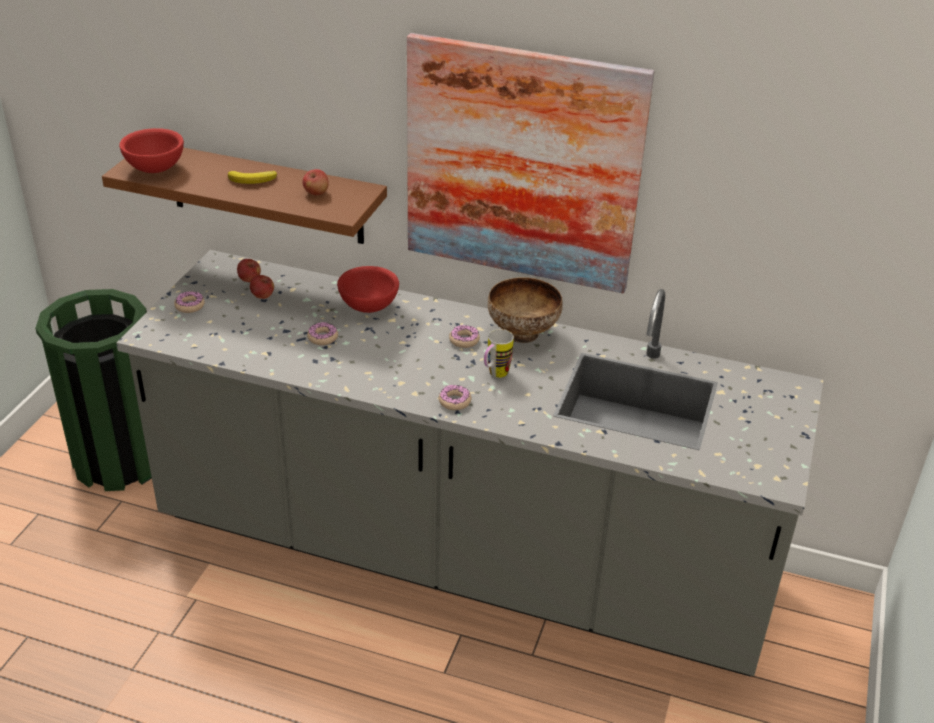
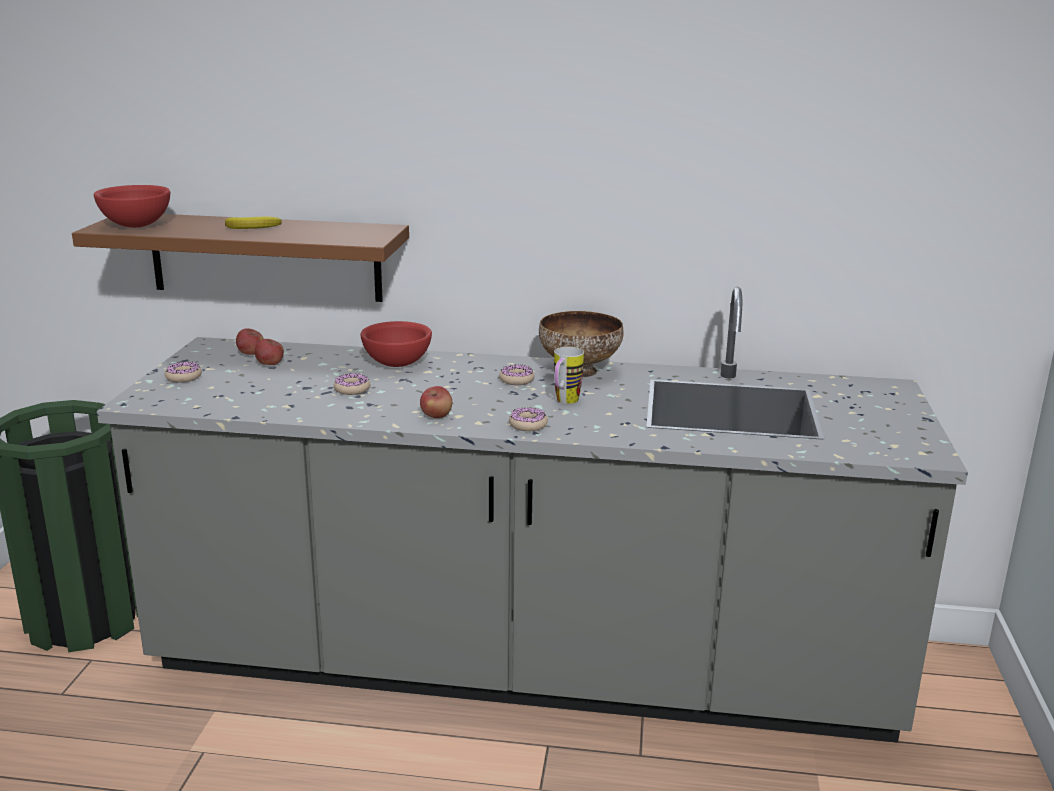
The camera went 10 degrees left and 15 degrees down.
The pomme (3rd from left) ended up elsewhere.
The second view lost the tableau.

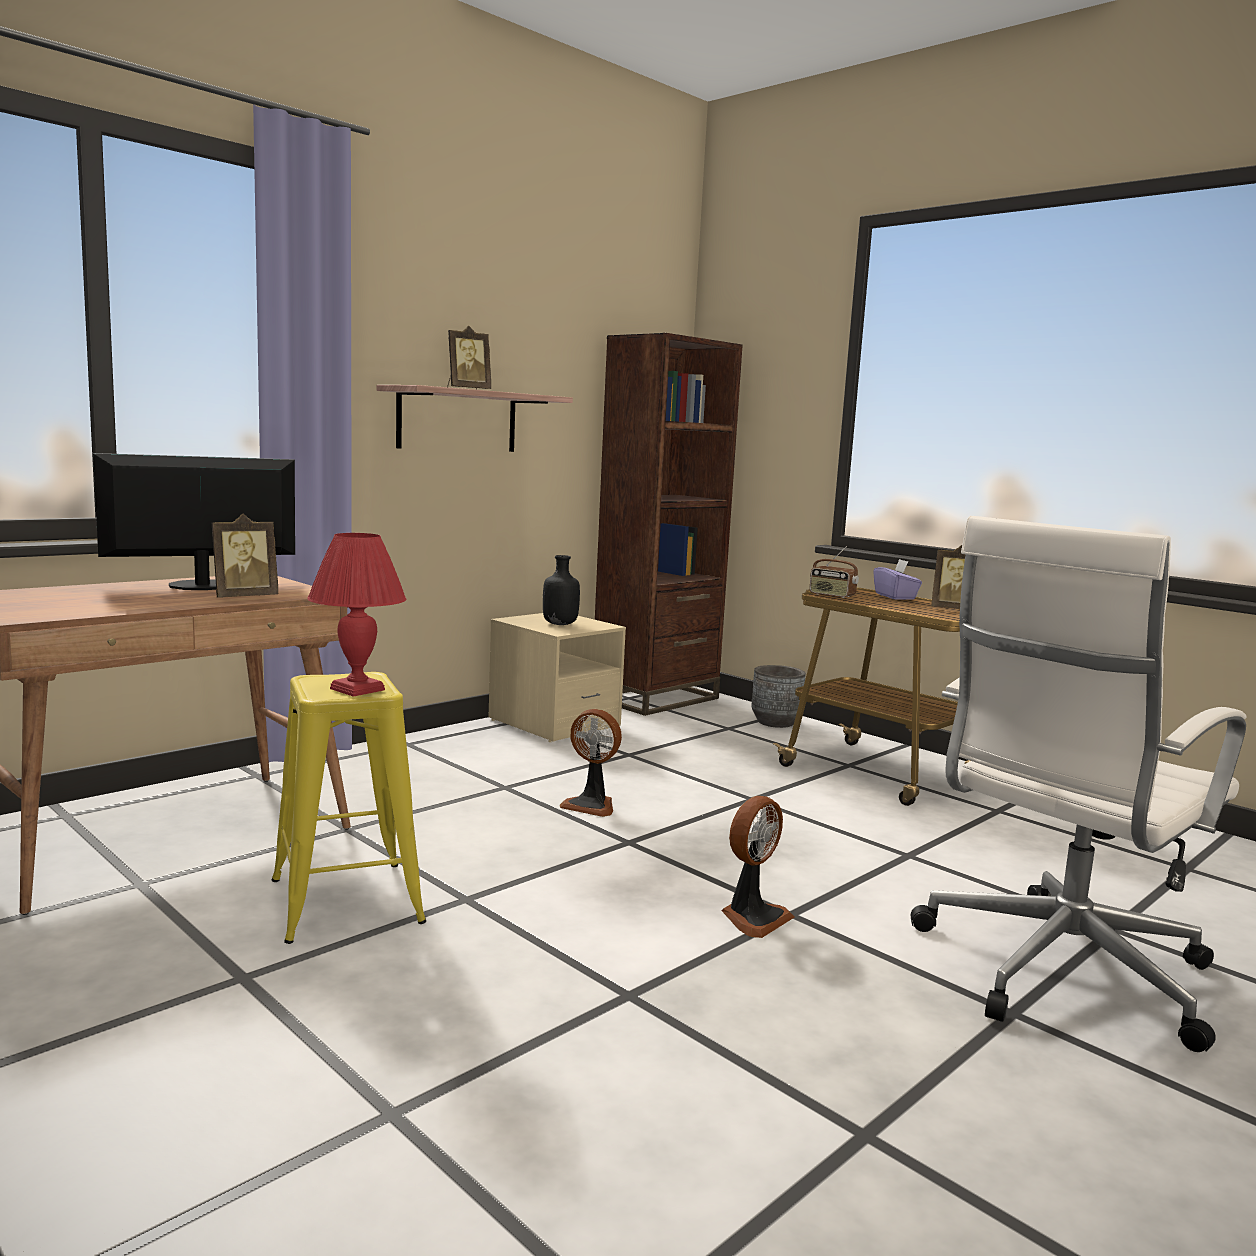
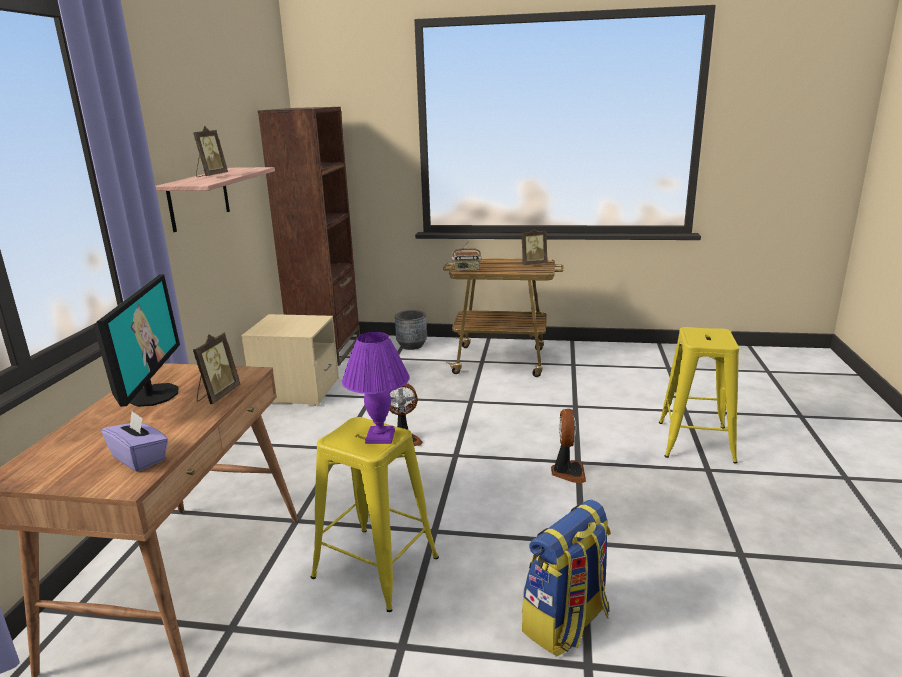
The camera went 35 degrees left and 10 degrees up.
The écran d'ordinateur ended up facing another way, 150 degrees clockwise from before.
The boîte à mouchoirs/violet ended up elsewhere.
What was the lampe de table/rouge turned into the lampe de table/violet.
The second view gained the sac à dos.
Where the chaise de bureau/blanc stood, the tabouret/jaune (2nd from left) came to stand.
The second view lost the bouteille/noir.

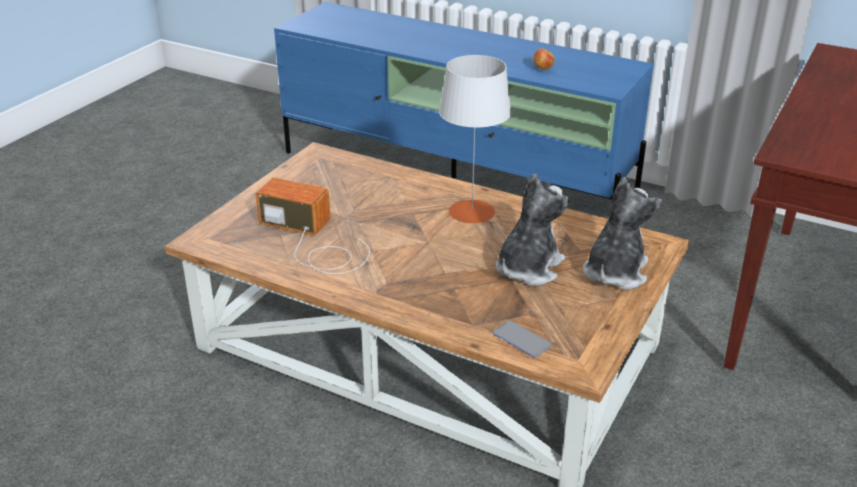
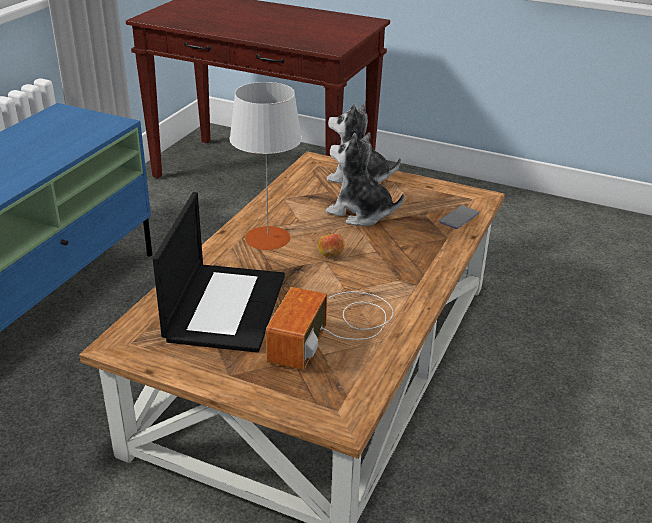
The camera went 95 degrees left and 0 degrees up.
The second view gained the ordinateur portable.
The pomme ended up elsewhere.

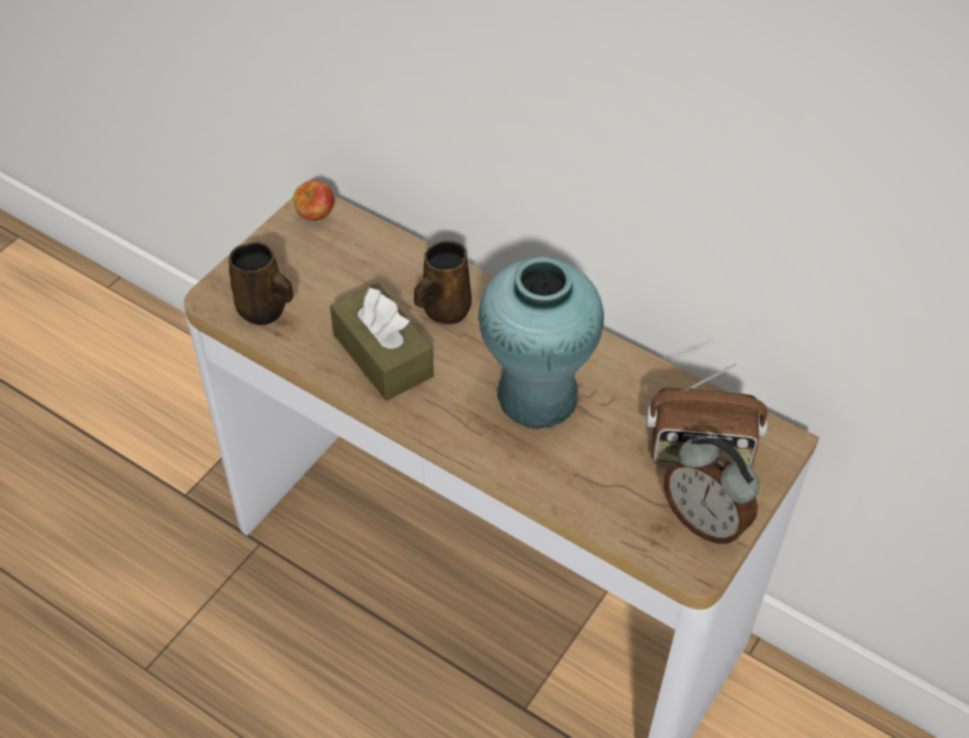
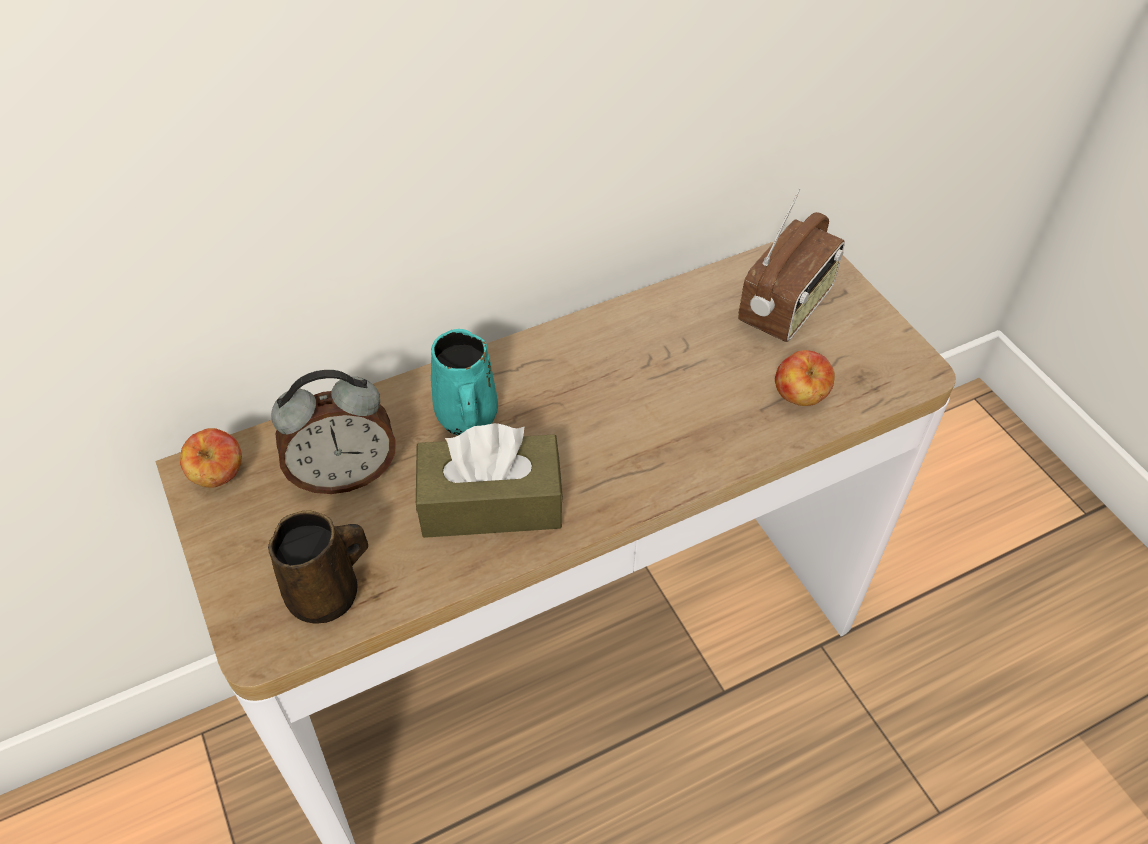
The camera went 60 degrees left and 0 degrees up.
The réveil ended up elsewhere.
What was the mug/marron (2nd from left) turned into the mug/turquoise.
The second view gained the pomme (2nd from left).
The second view lost the vase/turquoise.

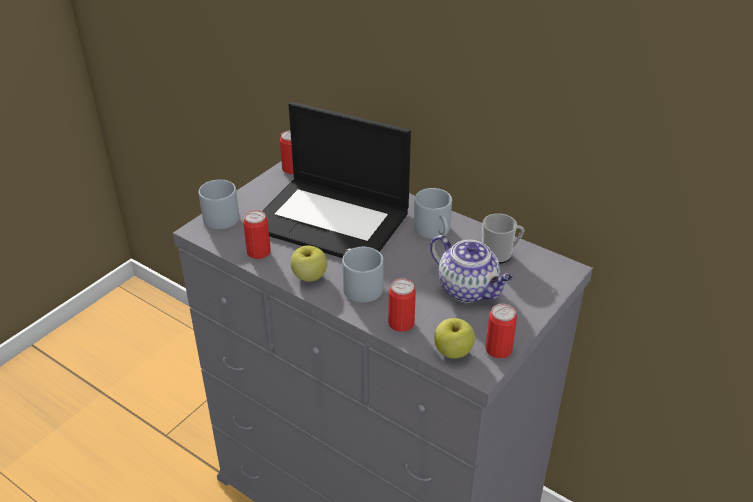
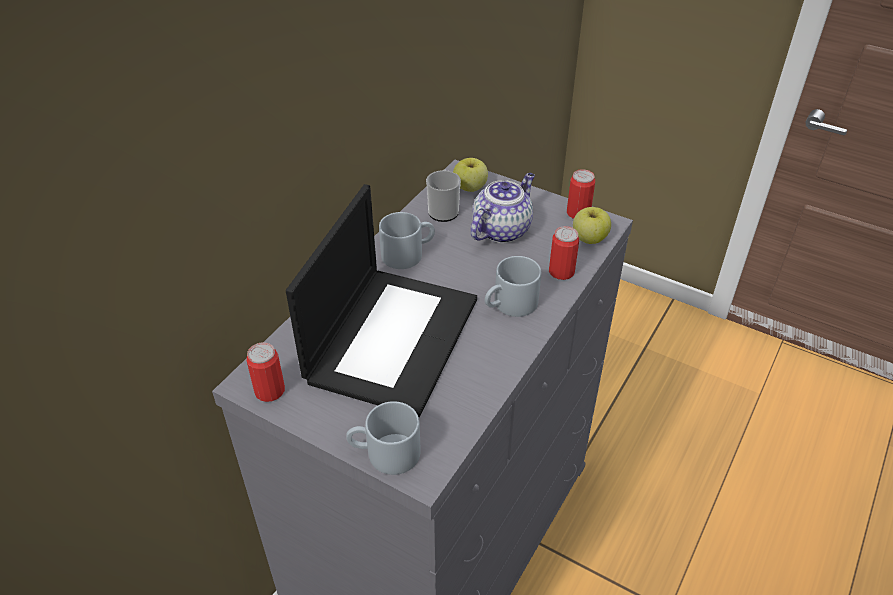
The camera went 95 degrees left and 5 degrees up.
The pomme (1st from left) ended up elsewhere.
The second view lost the boîte métallique (1st from left).

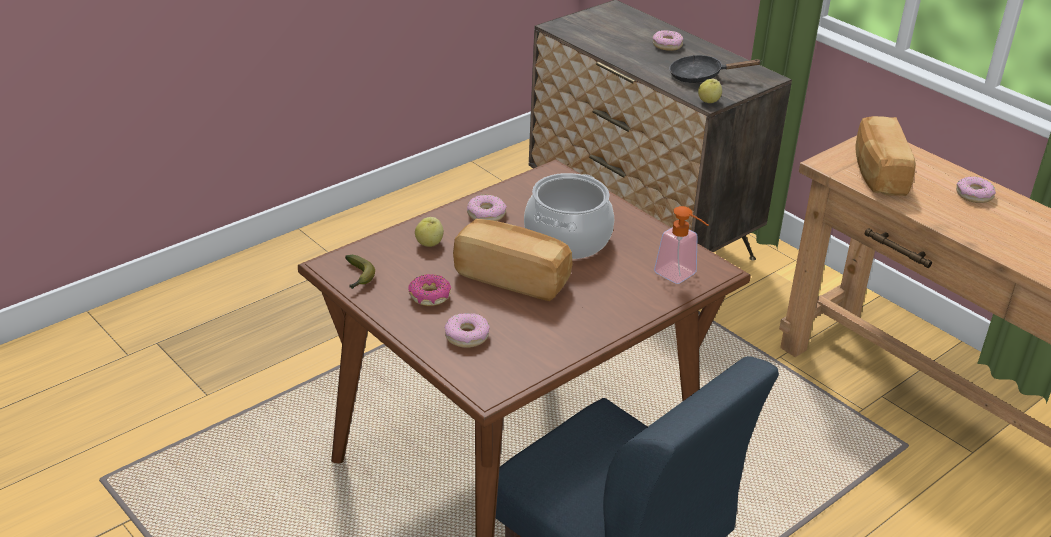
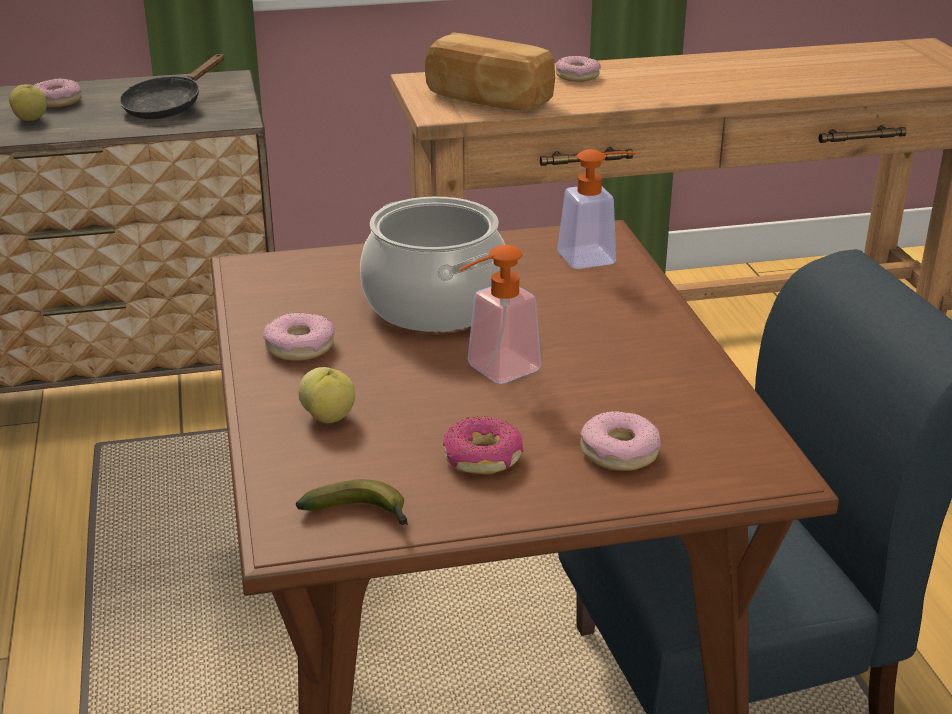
The camera went 60 degrees left and 5 degrees down.
The pomme (2nd from left in the first image) ended up elsewhere.
Where the pain (1st from left) stood, the distributeur de savon (1st from left) came to stand.

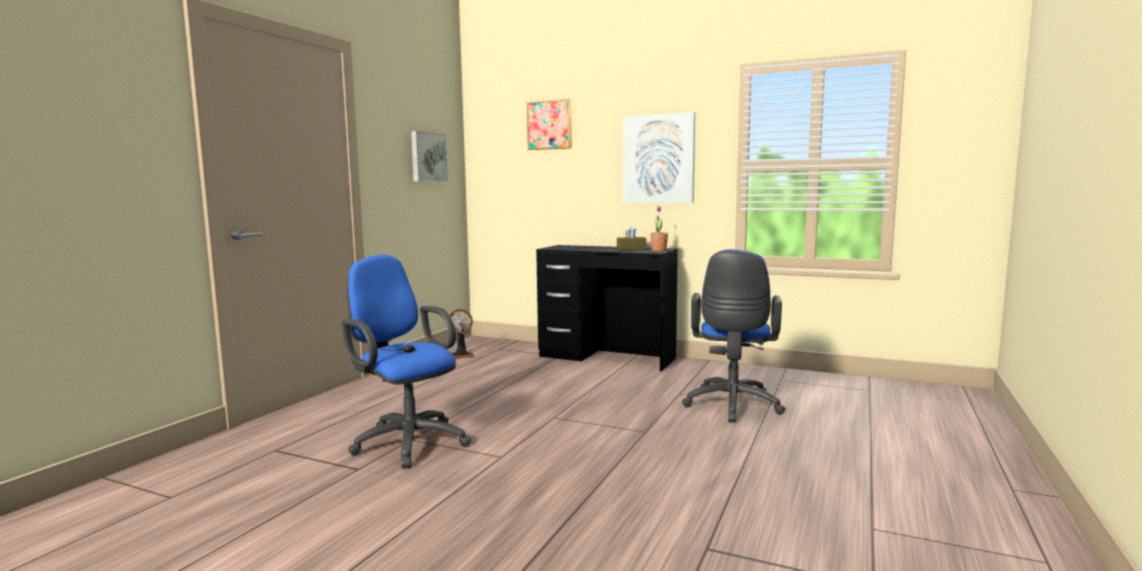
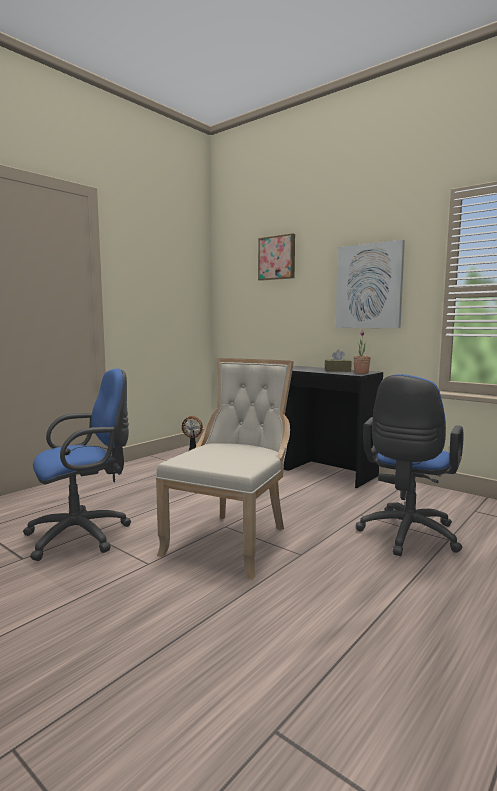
The camera went 15 degrees right and 0 degrees up.
The chaise de bureau/bleu (1st from left) ended up facing another way, 90 degrees clockwise from before.
The second view gained the chaise/beige.
The second view lost the tableau (1st from left).

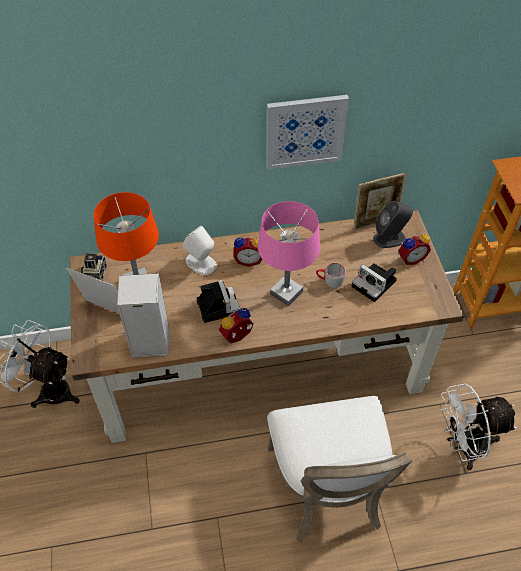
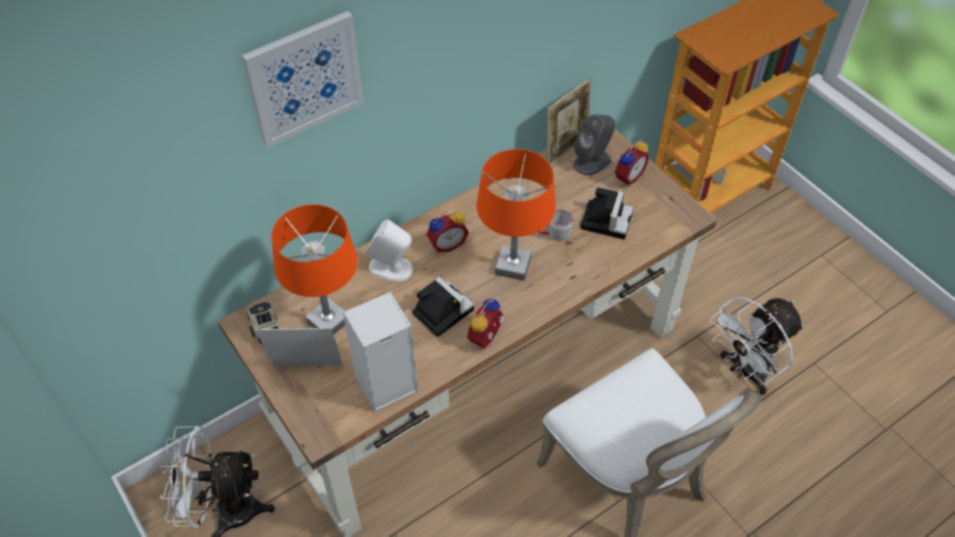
The camera went 25 degrees left and 0 degrees up.
The tableau ended up elsewhere.
What was the lampe de table/rose turned into the lampe de table/orange (2nd from left).
The appareil photo (3rd from left) ended up facing another way, 90 degrees counterclockwise from before.

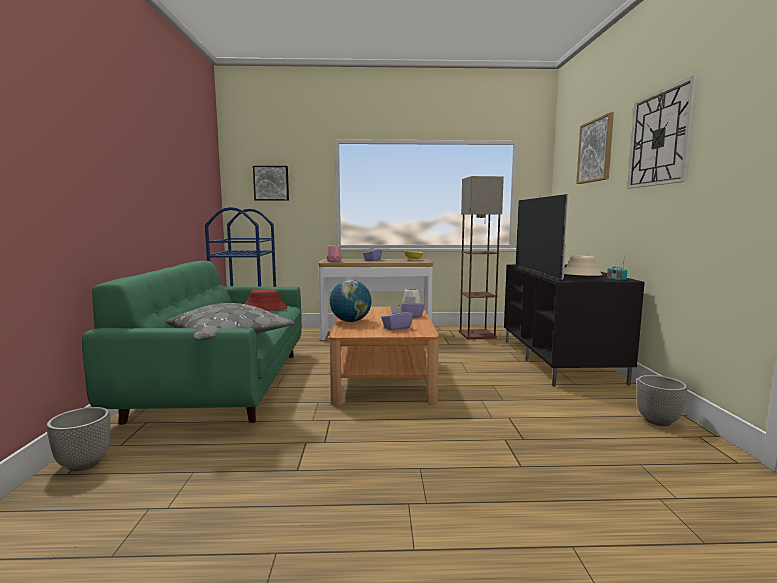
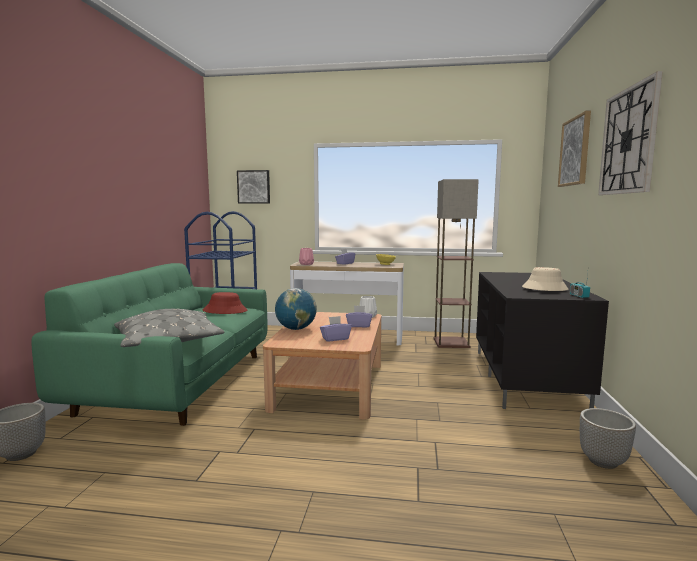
The camera went 10 degrees right and 0 degrees up.
The second view lost the téléviseur.

